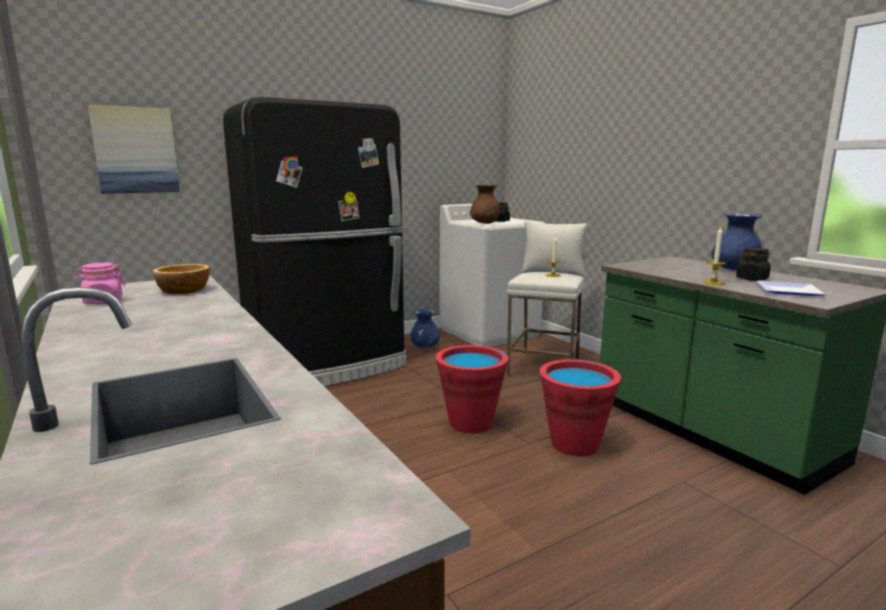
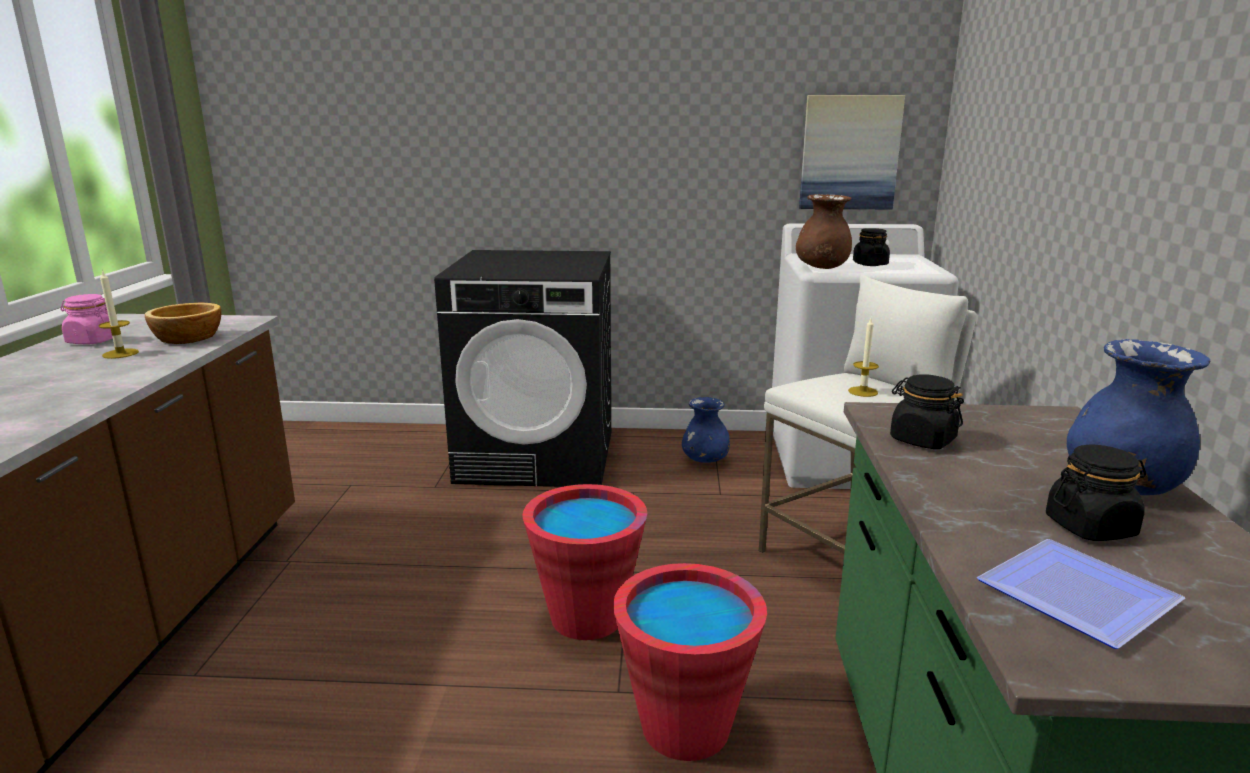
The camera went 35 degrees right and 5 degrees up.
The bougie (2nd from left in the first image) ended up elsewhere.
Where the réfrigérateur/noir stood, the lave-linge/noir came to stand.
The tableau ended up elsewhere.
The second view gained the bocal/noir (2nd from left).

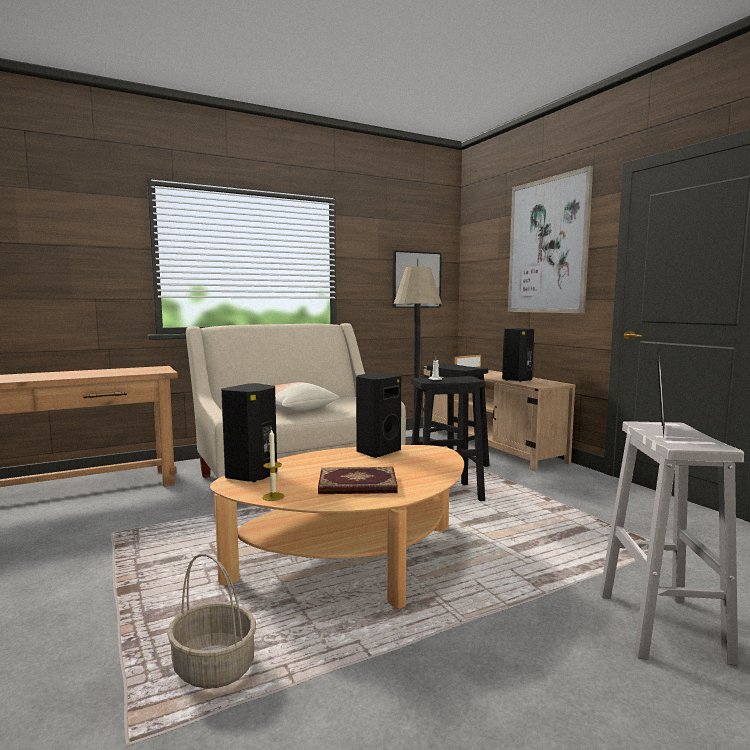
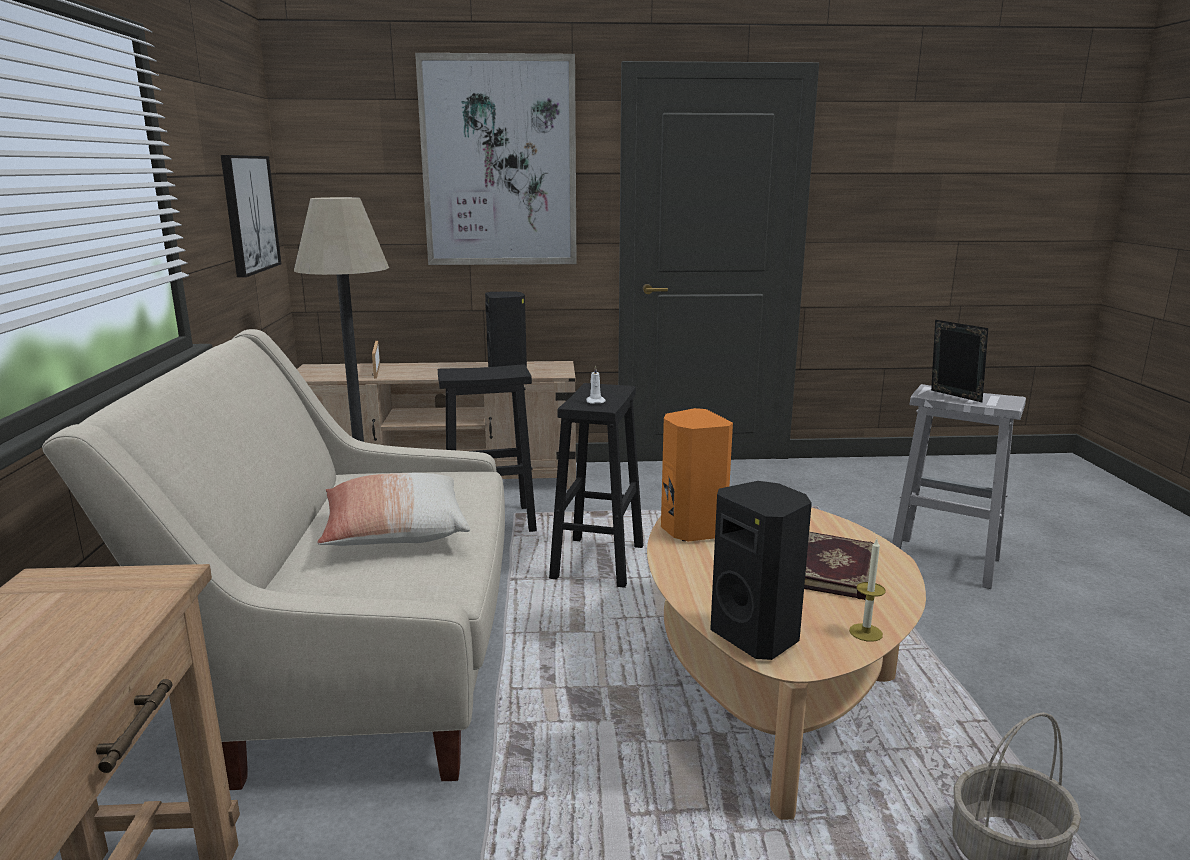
The camera went 65 degrees left and 10 degrees up.
What was the enceinte/noir (2nd from left) turned into the enceinte/orange.

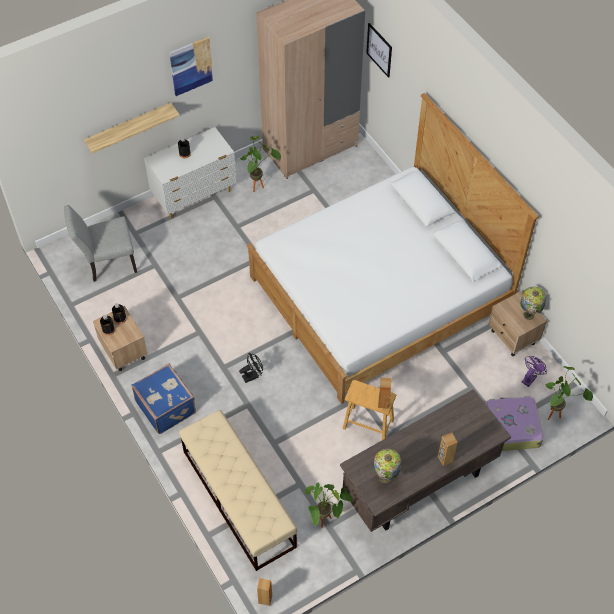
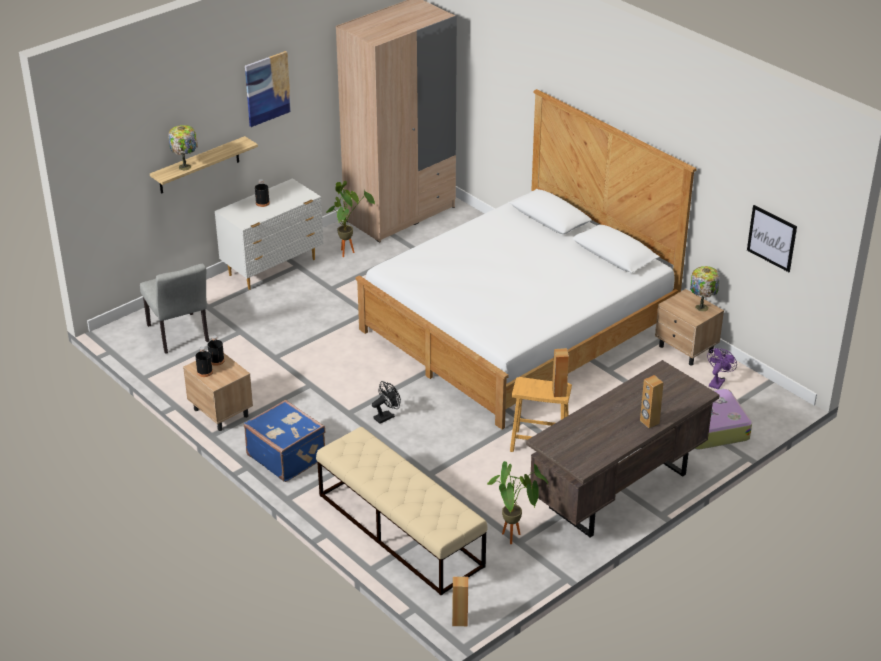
The camera went 10 degrees left and 20 degrees down.
The chaise/gris ended up facing another way, 90 degrees counterclockwise from before.
The lampe de table (1st from left) ended up elsewhere.
The tableau (2nd from left) ended up elsewhere.
The second view lost the plante en pot (3rd from left).

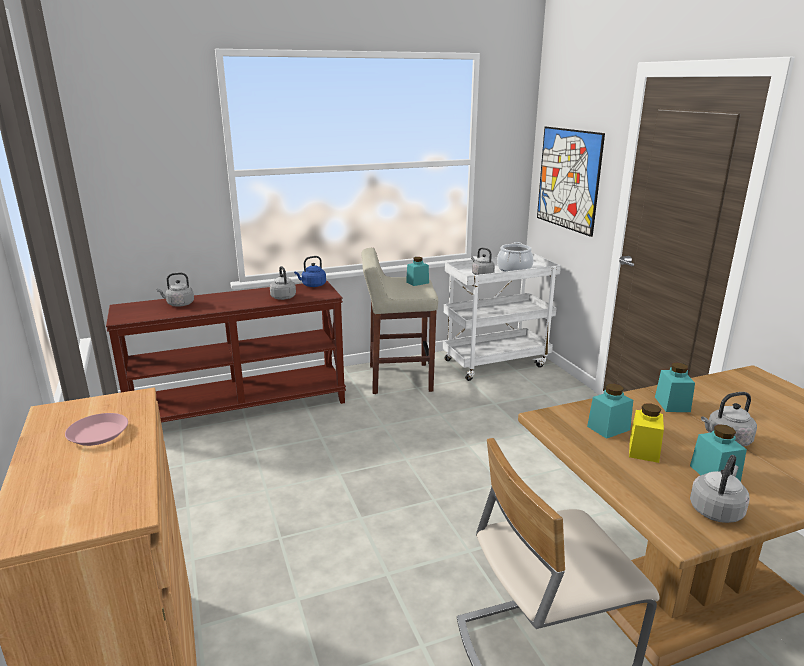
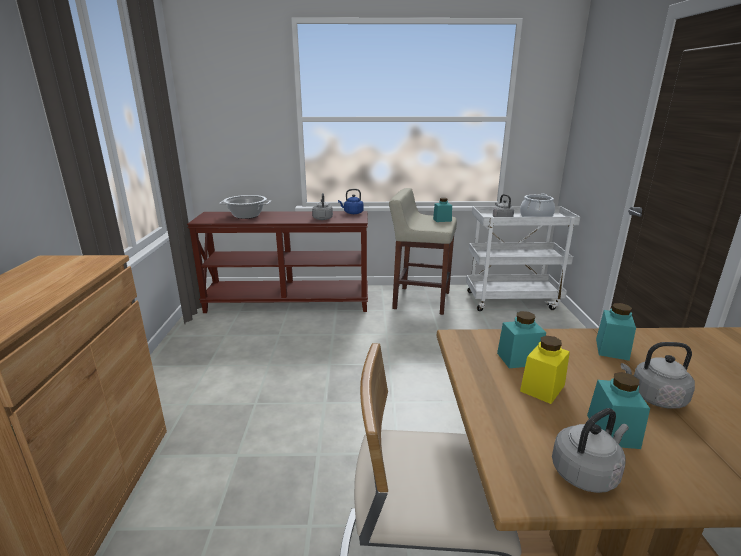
The camera went 20 degrees right and 0 degrees up.
Where the bouilloire/gris (1st from left) stood, the marmite (1st from left) came to stand.
The second view lost the assiette/rose.
The second view lost the tableau.

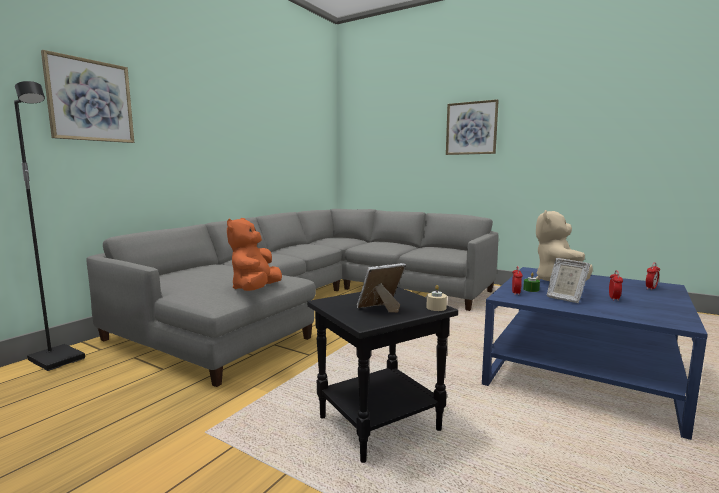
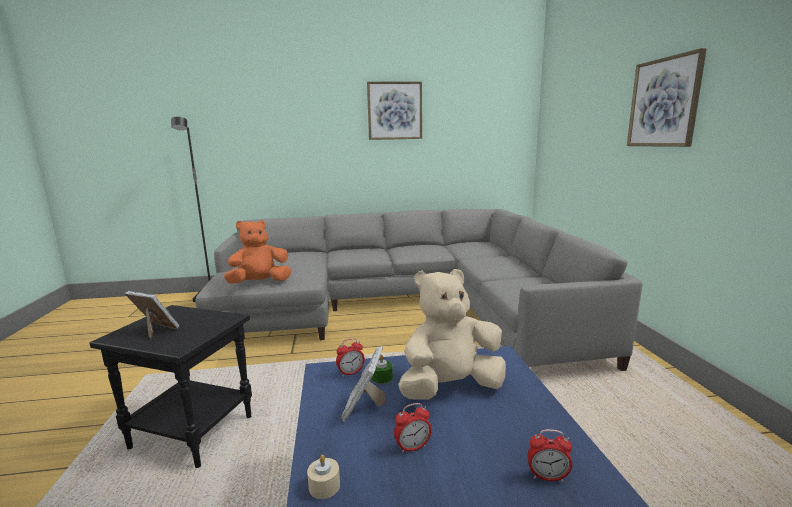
The camera went 50 degrees right and 5 degrees up.
The bougie/beige ended up elsewhere.
The tableau (1st from left) ended up elsewhere.

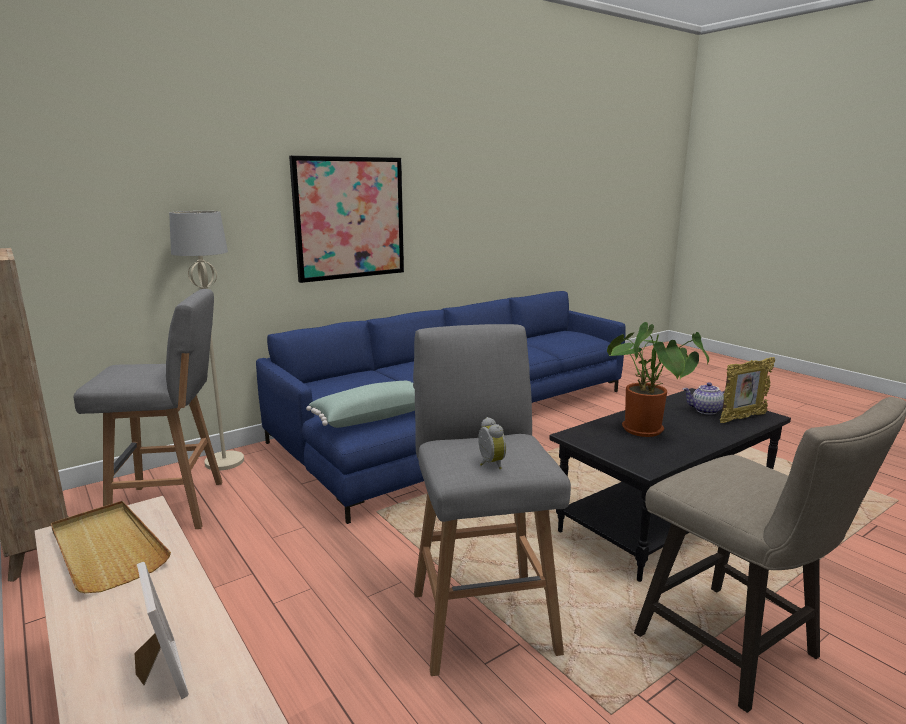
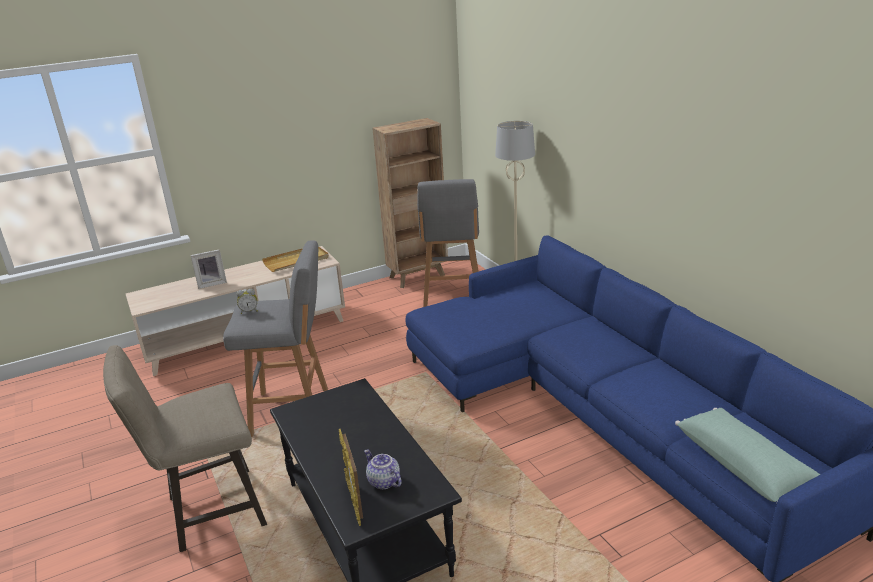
The camera went 100 degrees right and 10 degrees up.
The théière ended up facing another way, 60 degrees counterclockwise from before.
The coussin/vert ended up elsewhere.
The second view lost the tableau.
The second view lost the plante en pot.

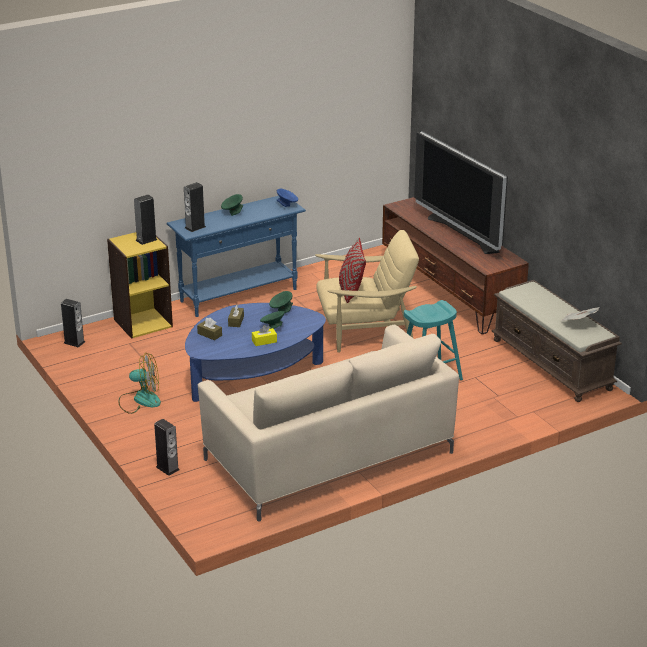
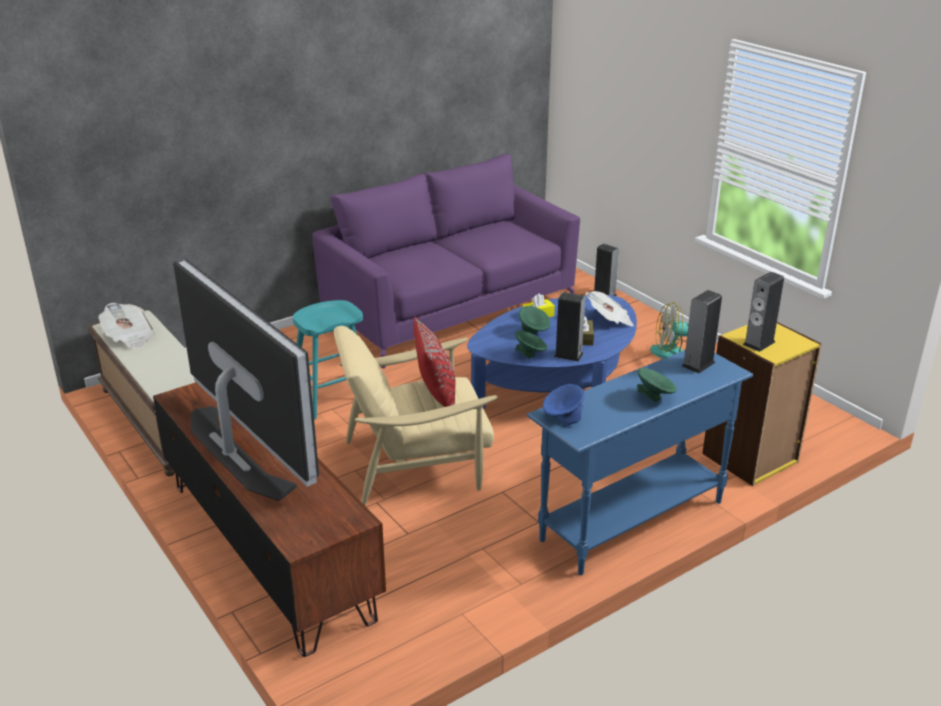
The camera went 175 degrees right and 0 degrees up.
What was the canapé/beige turned into the canapé/violet.
The enceinte (1st from left) ended up elsewhere.
Where the boîte à mouchoirs/marron (1st from left) stood, the journal (2nd from left) came to stand.

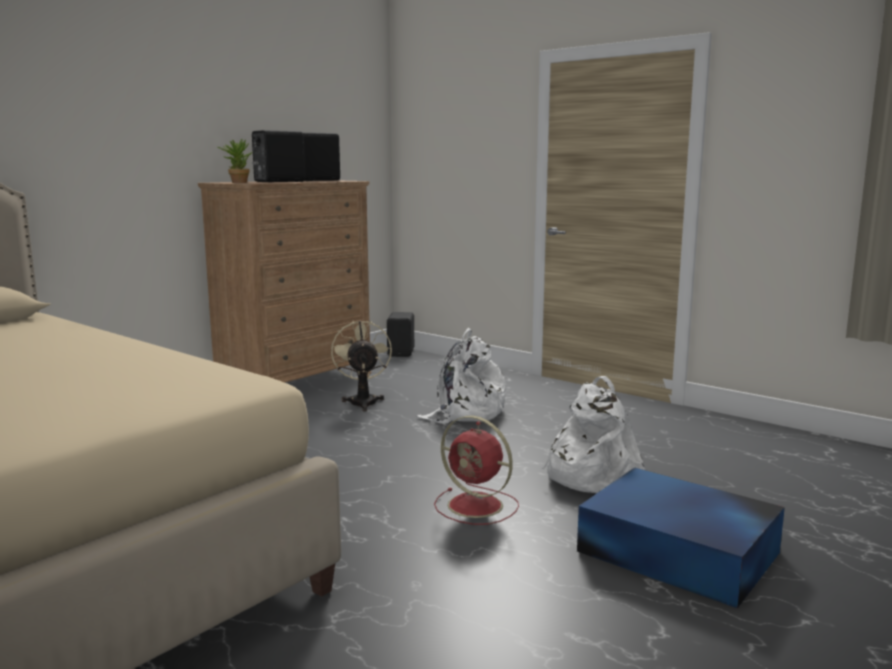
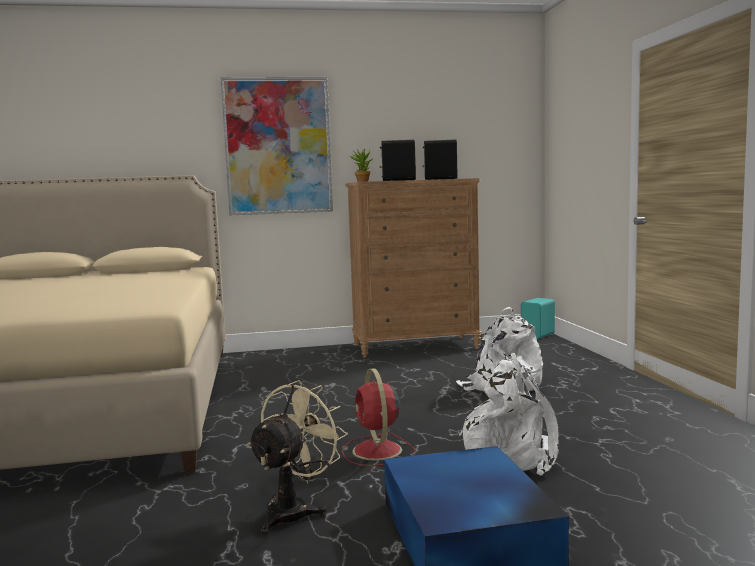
The camera went 40 degrees right and 5 degrees down.
The second view gained the tableau.
The ventilateur/beige ended up elsewhere.
What was the enceinte/noir (3rd from left) turned into the enceinte/turquoise.

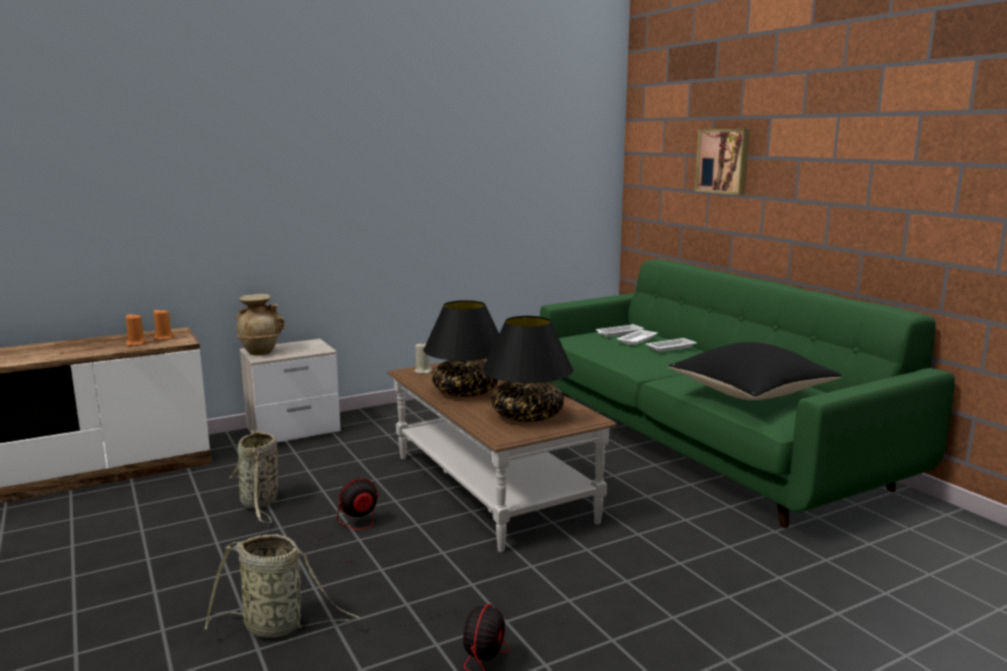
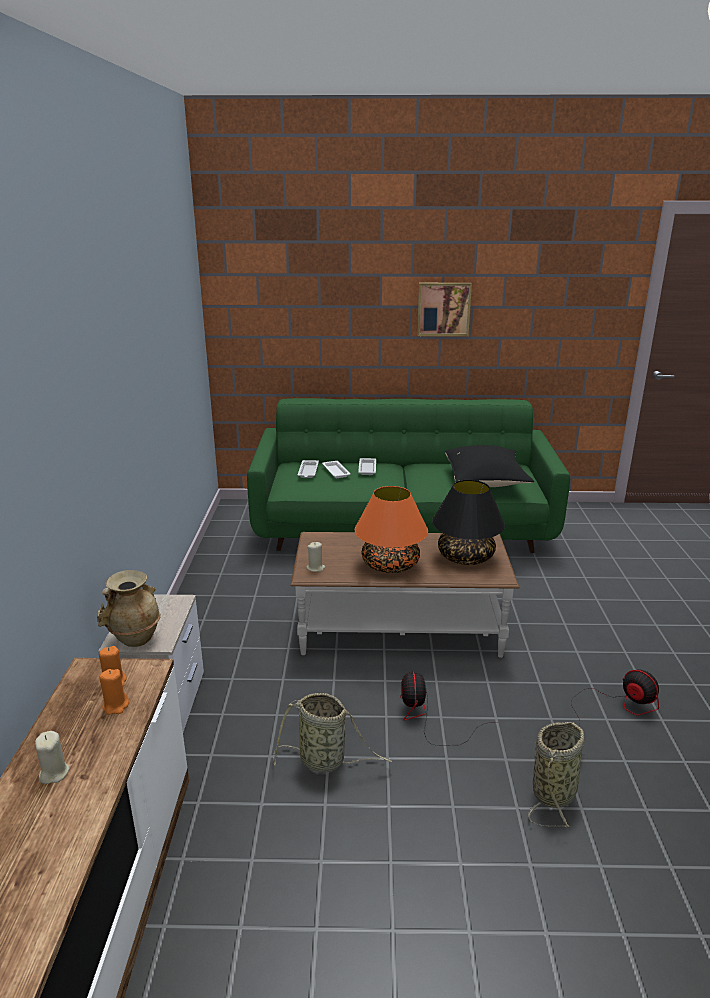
The camera went 60 degrees left and 10 degrees up.
The second view gained the bougie/beige (1st from left).
What was the lampe de table/noir (1st from left) turned into the lampe de table/orange.
The tableau ended up elsewhere.

